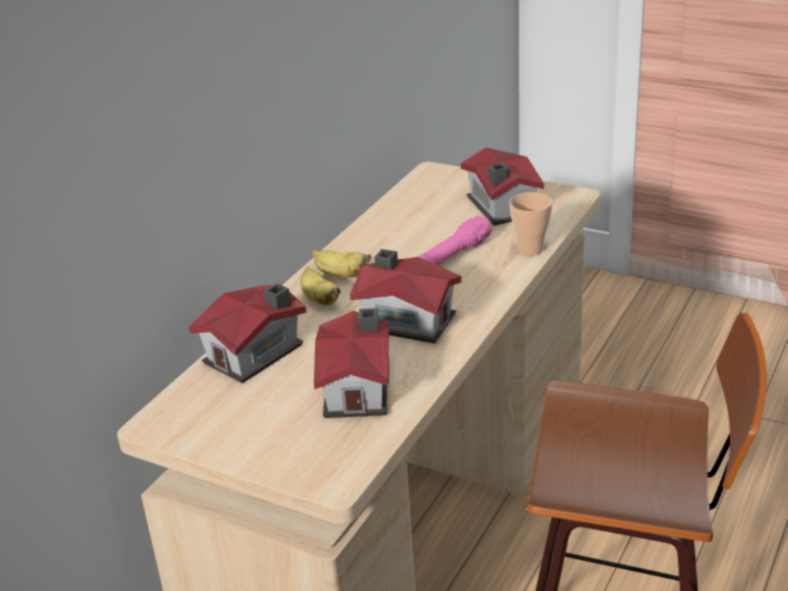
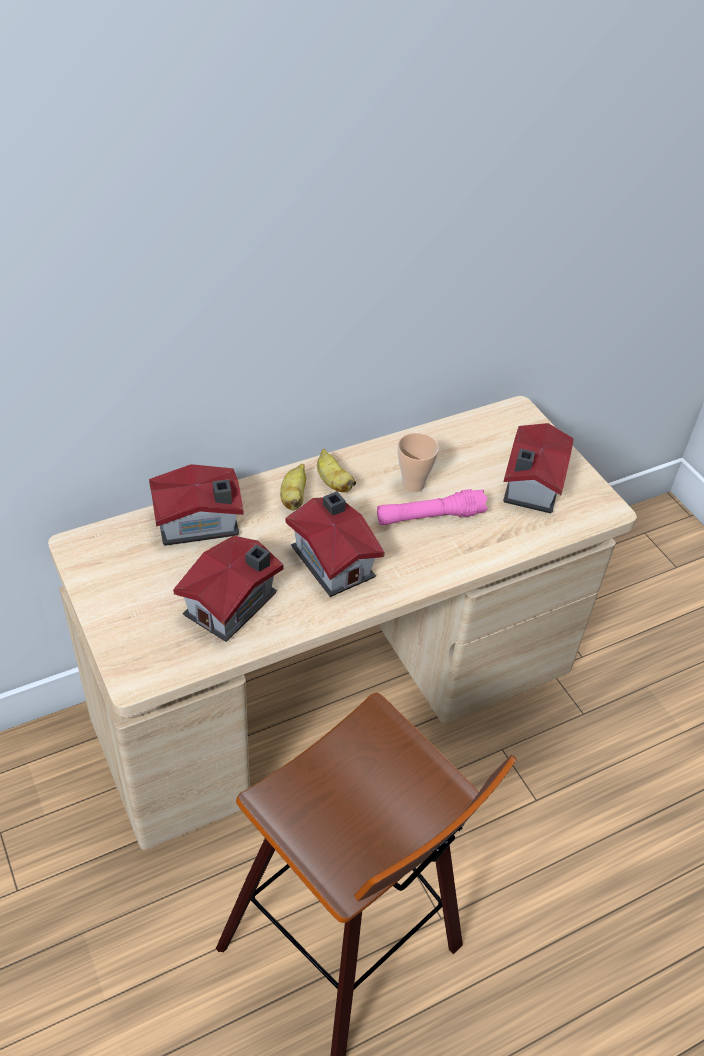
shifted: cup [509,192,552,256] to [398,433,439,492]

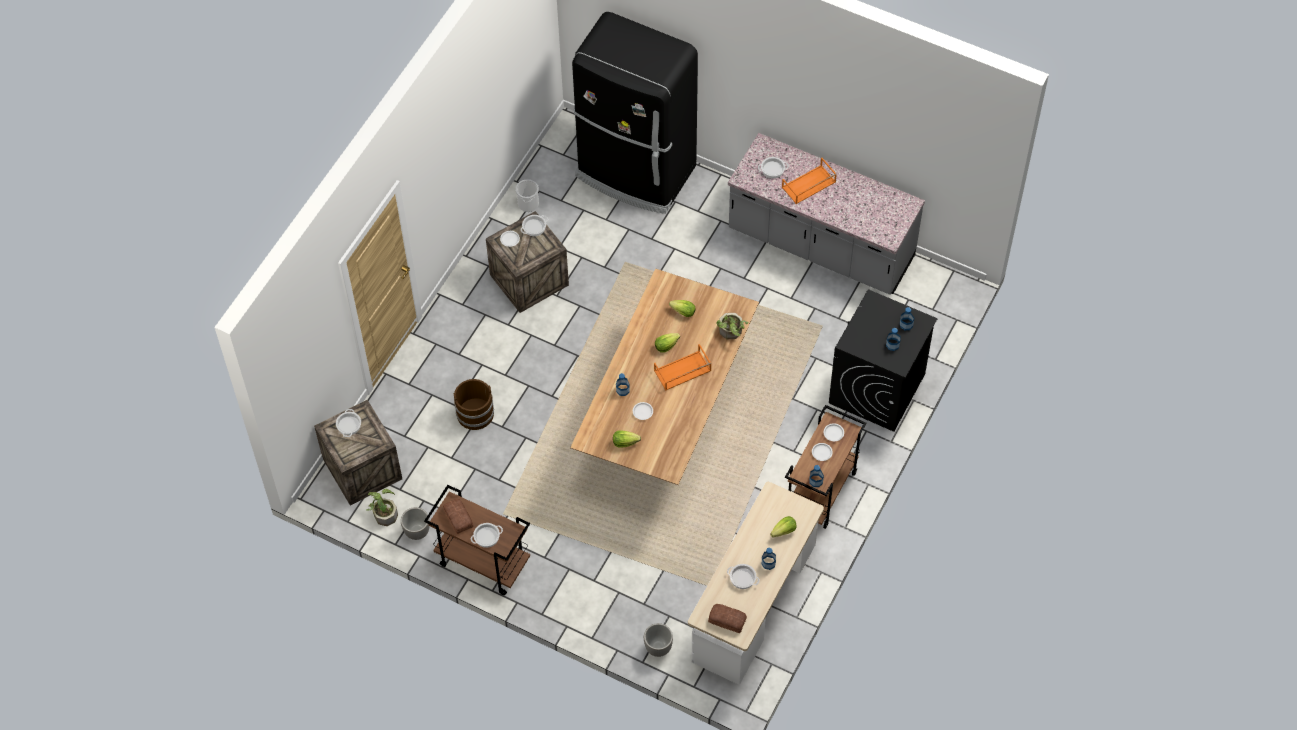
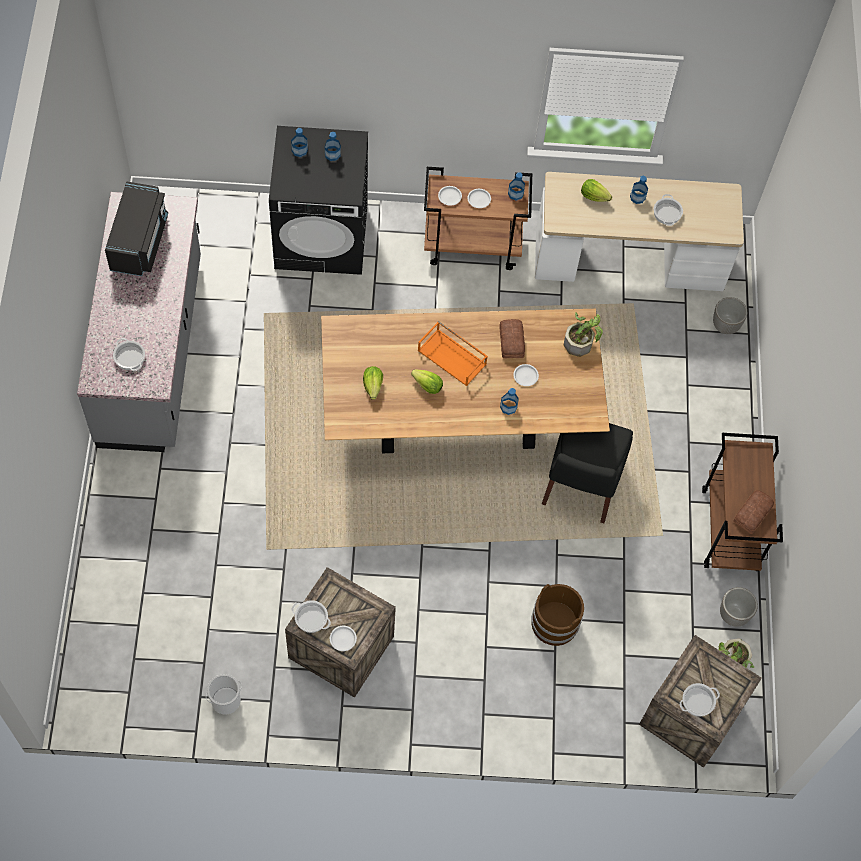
gone: cooking pot [471,523,503,548]; black fridge [572,12,698,214]; lettuce [613,430,641,448]; orange tray [782,158,837,204]
new: black microwave [105,181,168,276]; black chair [542,423,633,523]
shifted: bread [708,604,747,633] to [499,319,525,359]; potted plant [716,313,749,339] to [564,312,603,357]

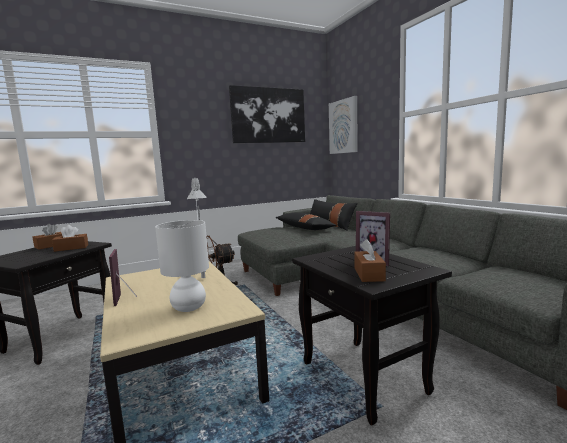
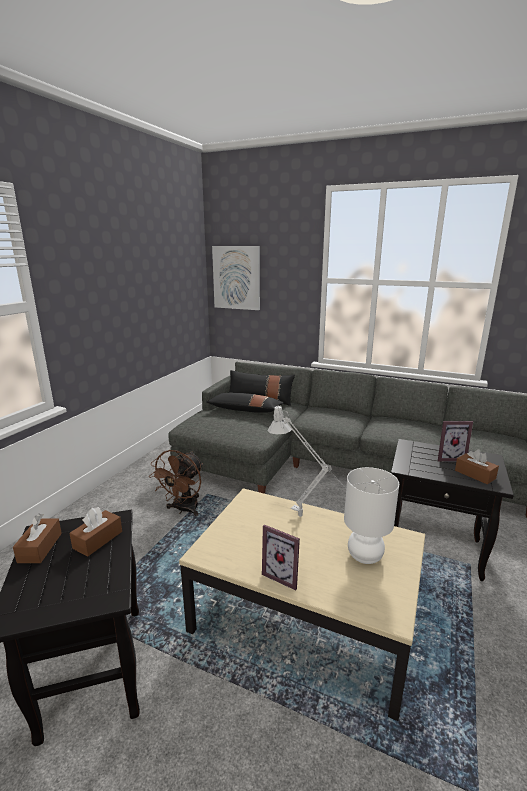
gone: picture [229,85,305,143]

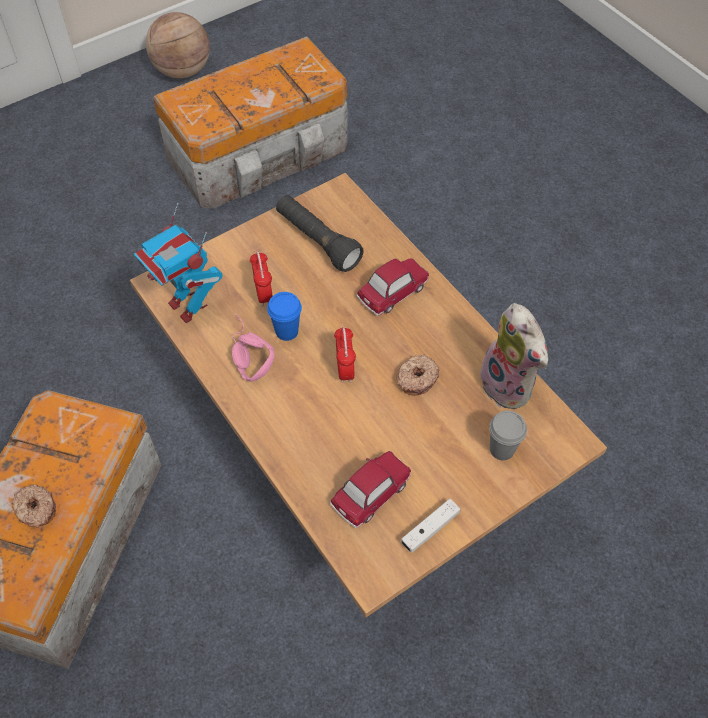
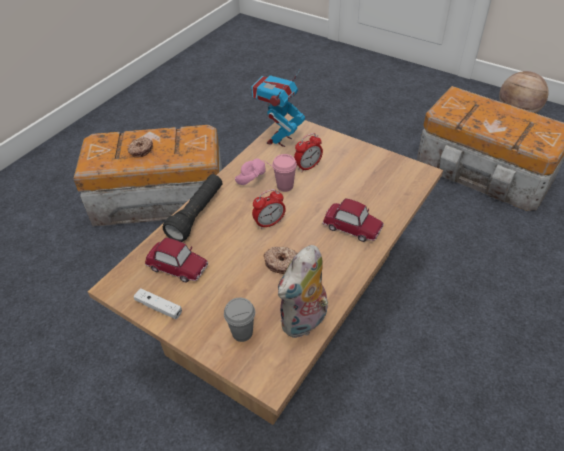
shifted: black flashlight [276,195,364,272] to [163,174,222,242]
repainted: blue cup [267,292,302,341] to pink cup [272,154,297,192]

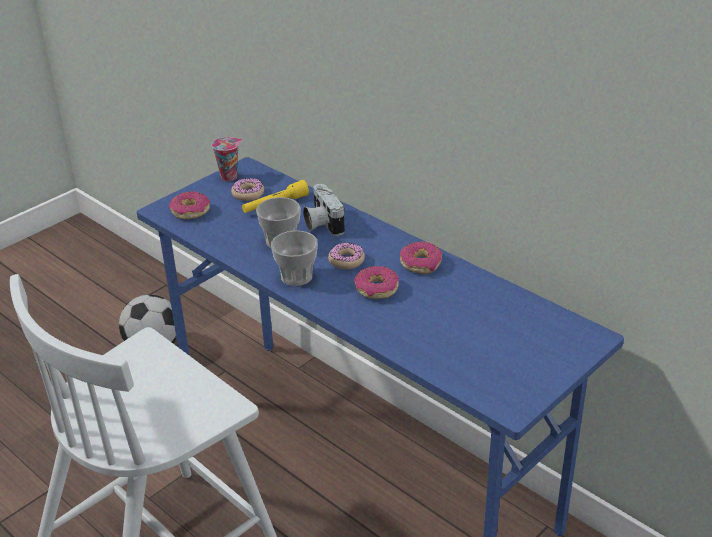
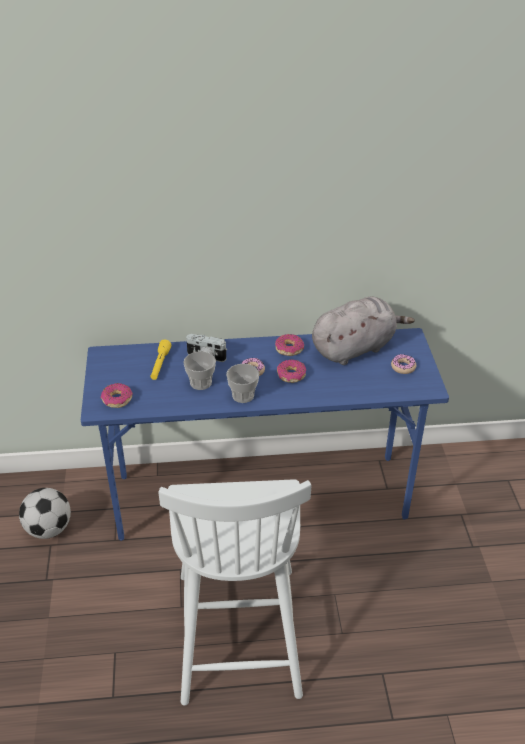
gone: cup [212,137,242,181]
new: grey plush toy [312,297,415,365]
shifted: donut [231,178,264,201] to [391,354,416,374]

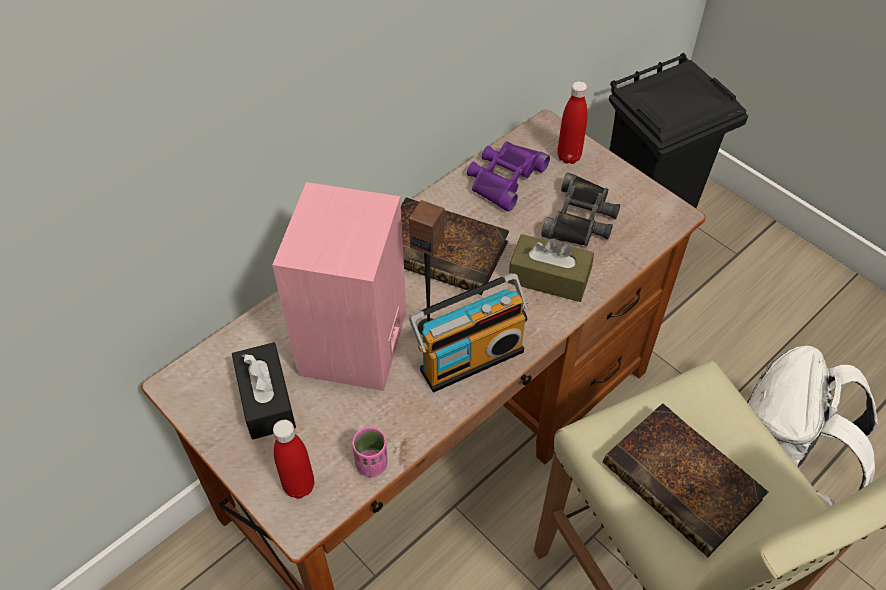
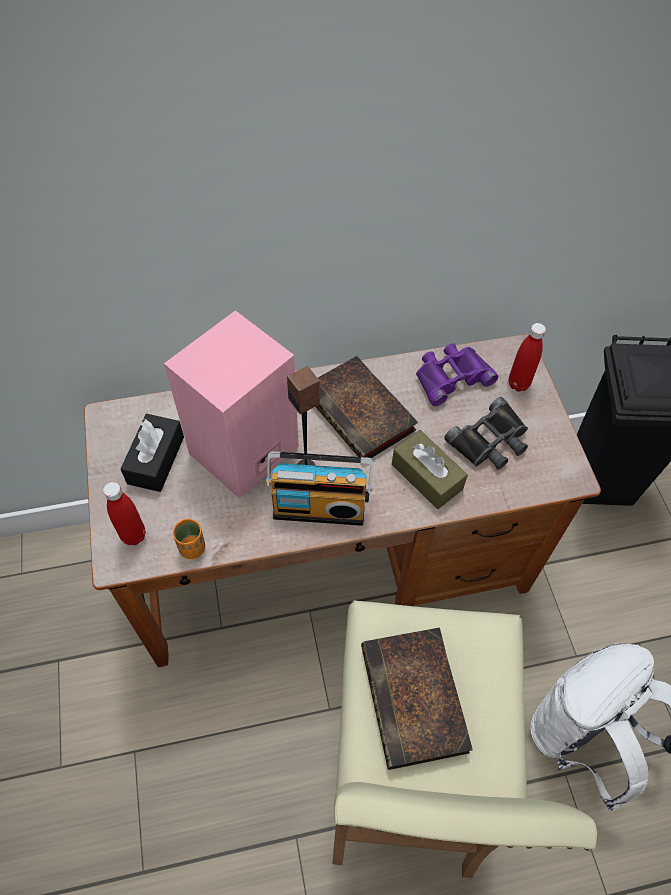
repainted: pink cup [352,427,388,477] to orange cup [173,519,205,559]

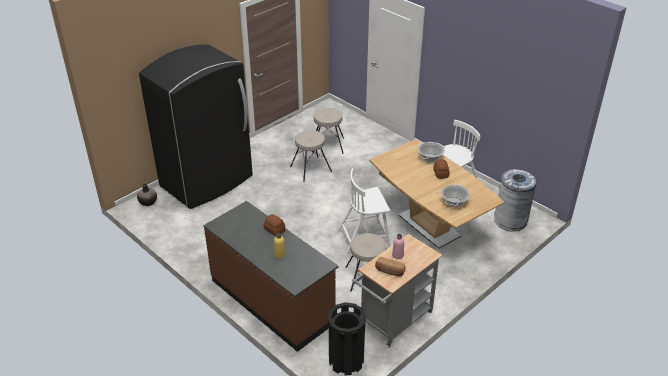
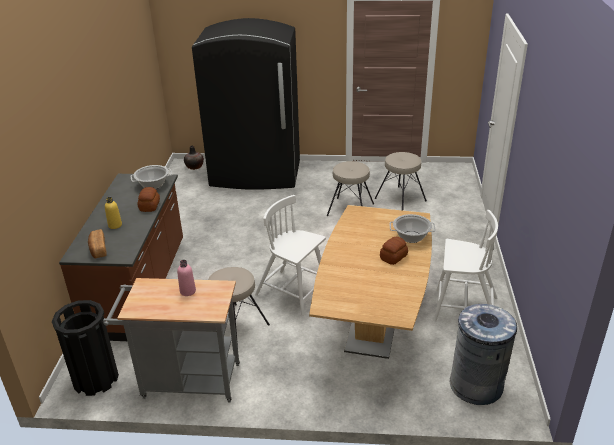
shifted: bread [375,257,405,276] to [88,229,107,258]; cooking pot [441,184,470,207] to [130,165,172,189]

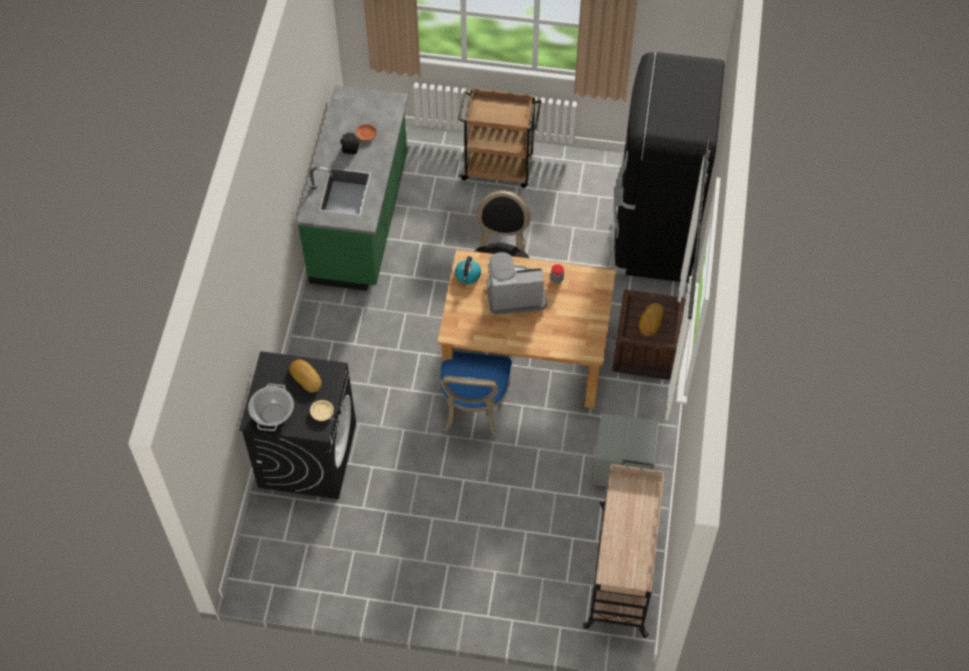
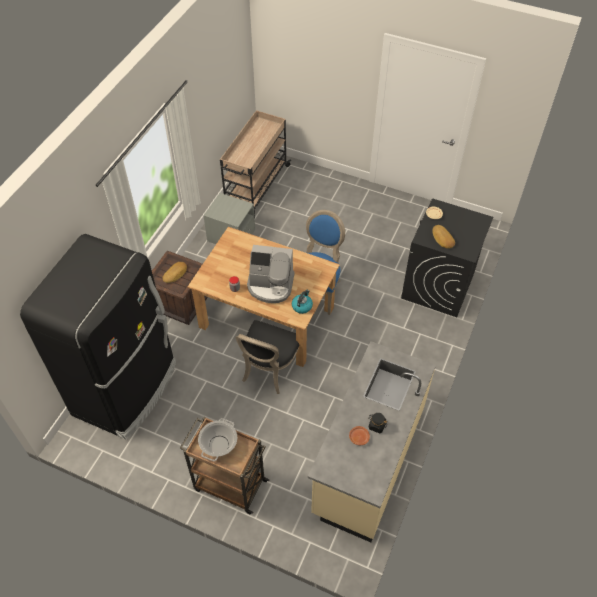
shifted: cooking pot [248,384,294,431] to [198,418,237,461]
repainted: green counter [297,85,408,291] to beige counter [308,341,436,542]

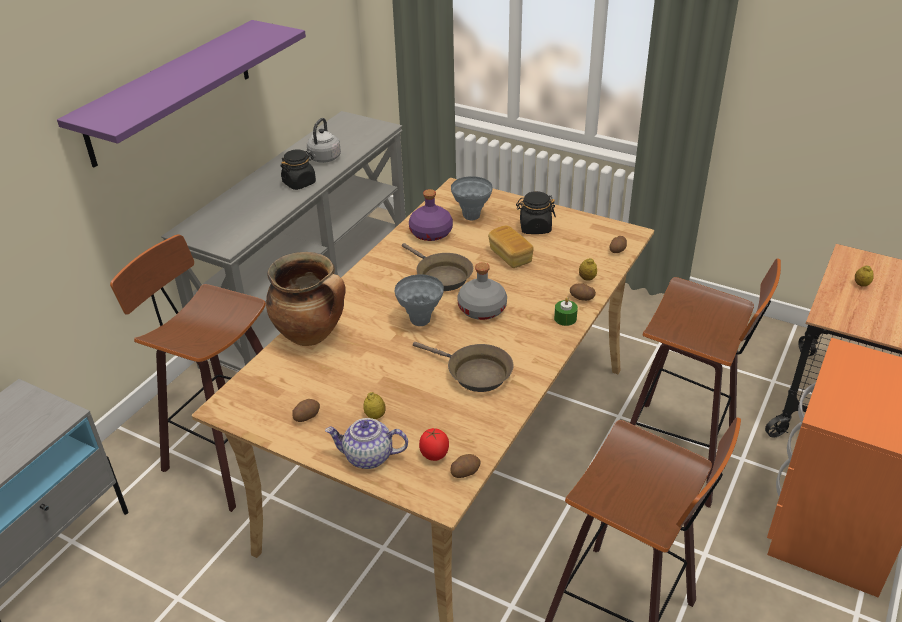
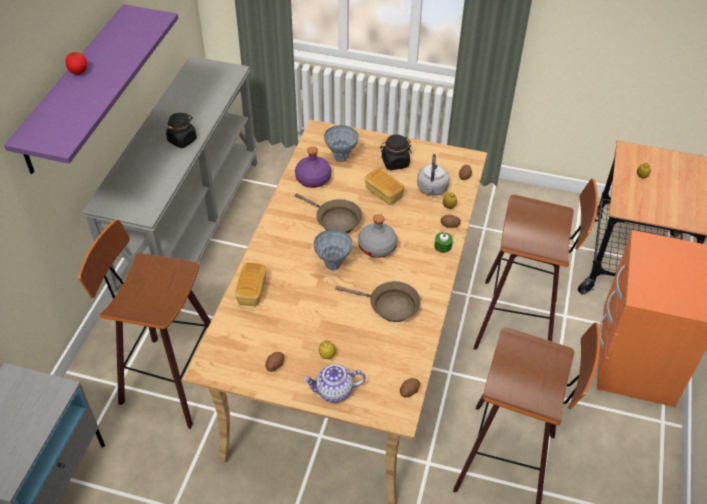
shifted: tomato [419,428,449,461] to [66,52,87,75]; grey kettle [307,118,341,163] to [417,154,450,196]
swapped: cooking pot [266,252,346,346] to bread [235,263,266,306]

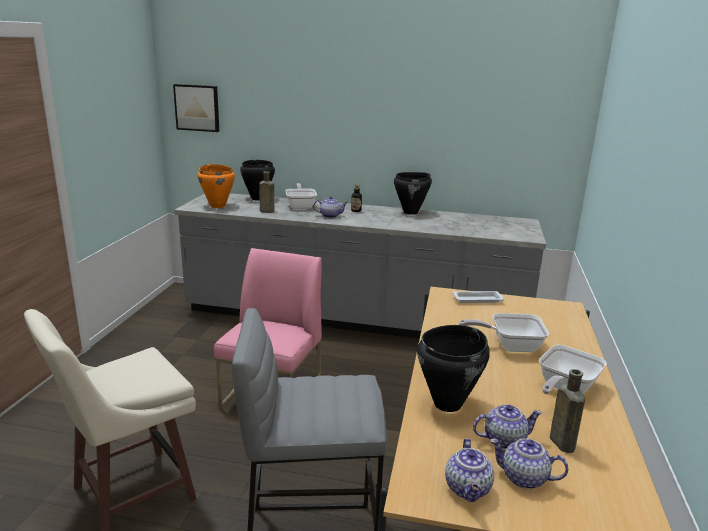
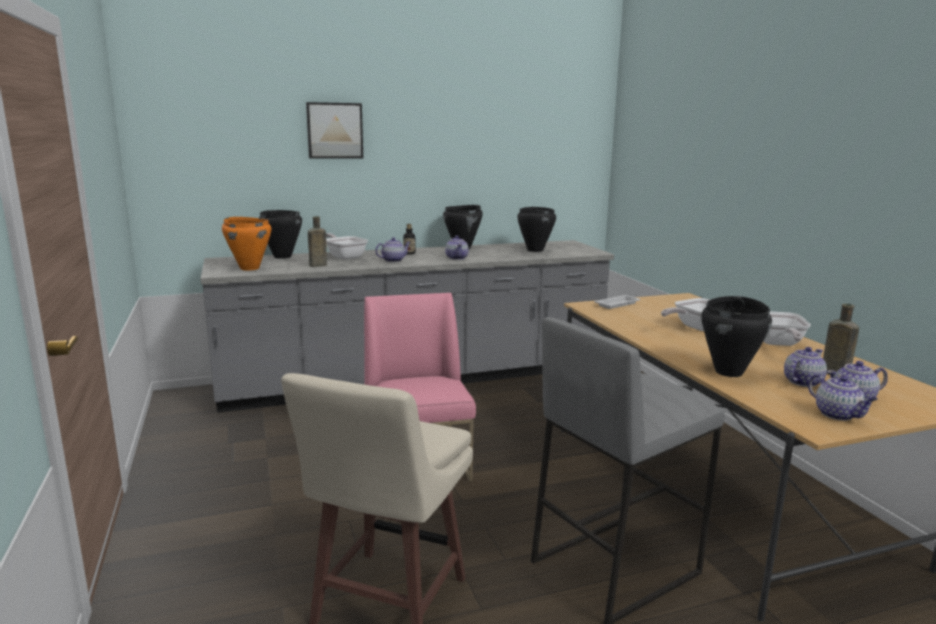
new: teapot [445,236,469,260]; black cooking pot [517,207,556,252]
shifted: picture [173,84,219,132] to [306,102,363,159]

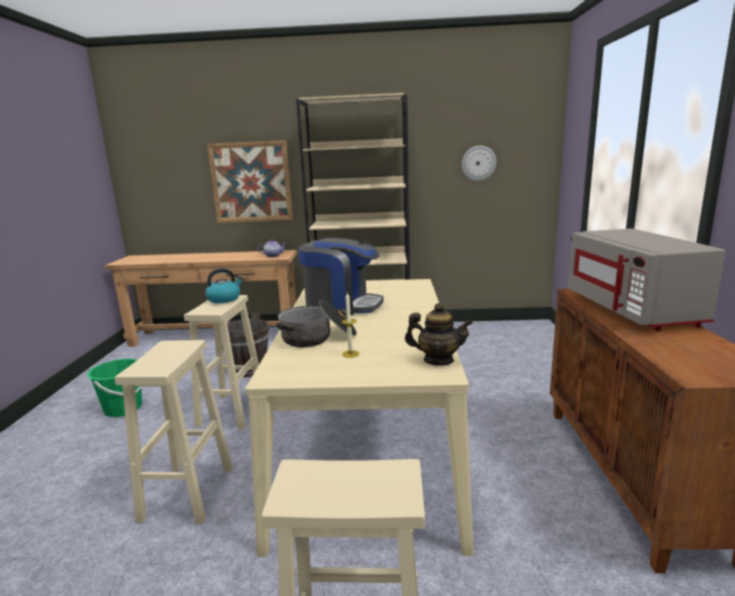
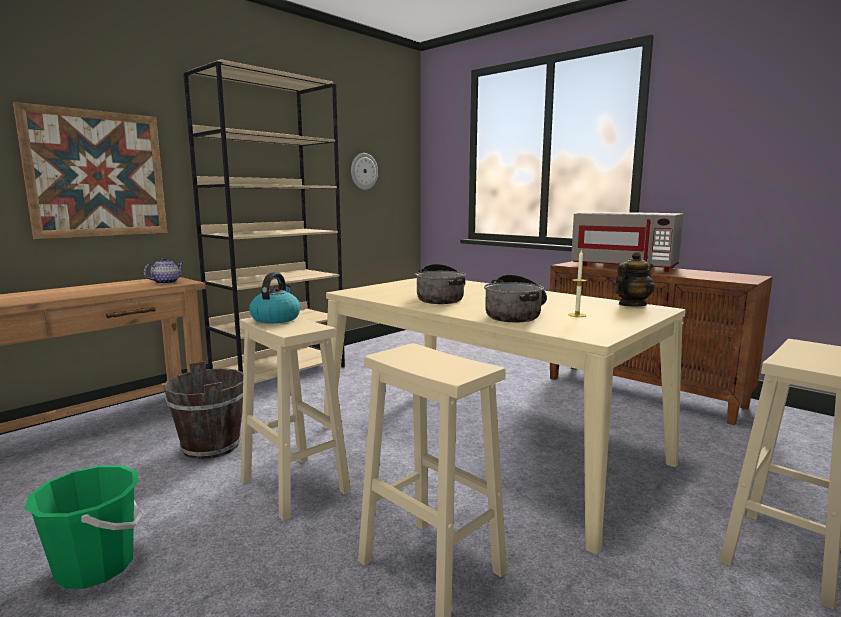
swapped: coffee machine [298,238,384,317] to cooking pot [415,264,466,304]

